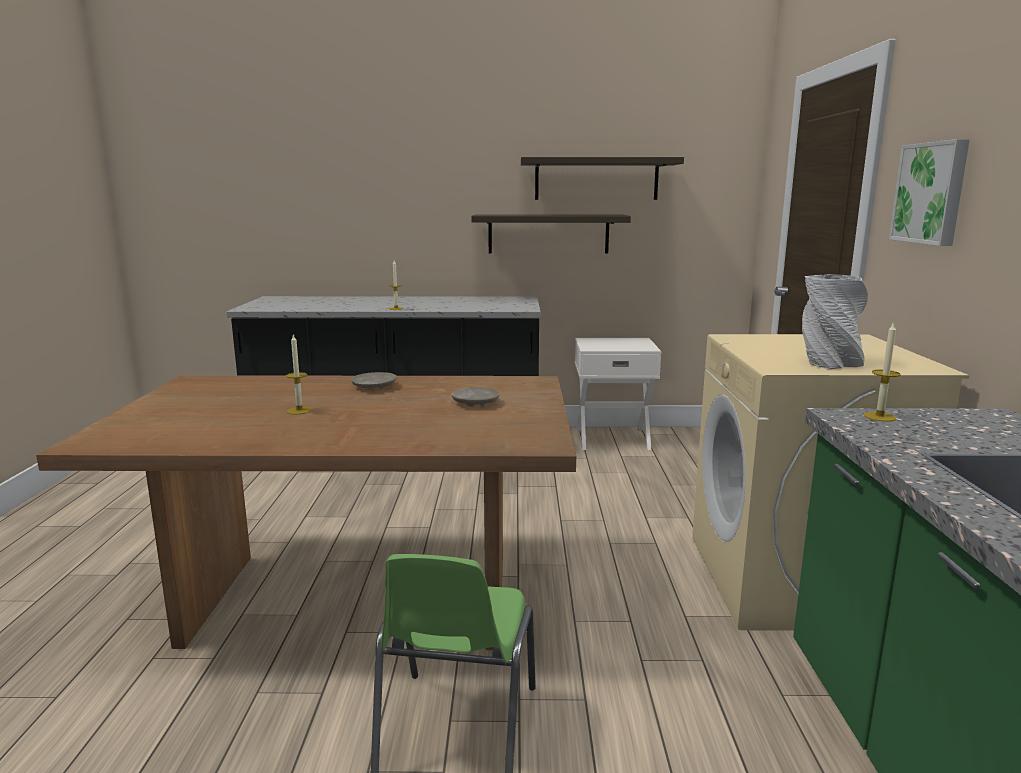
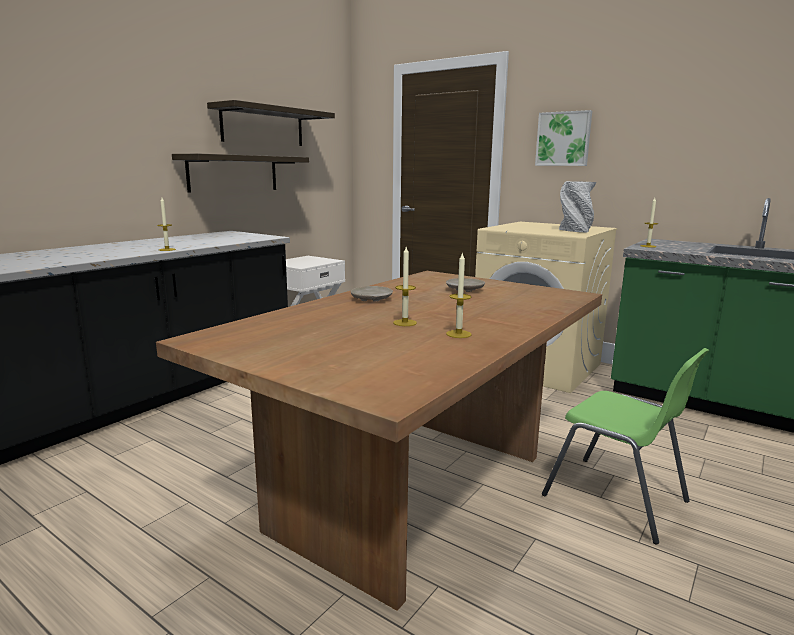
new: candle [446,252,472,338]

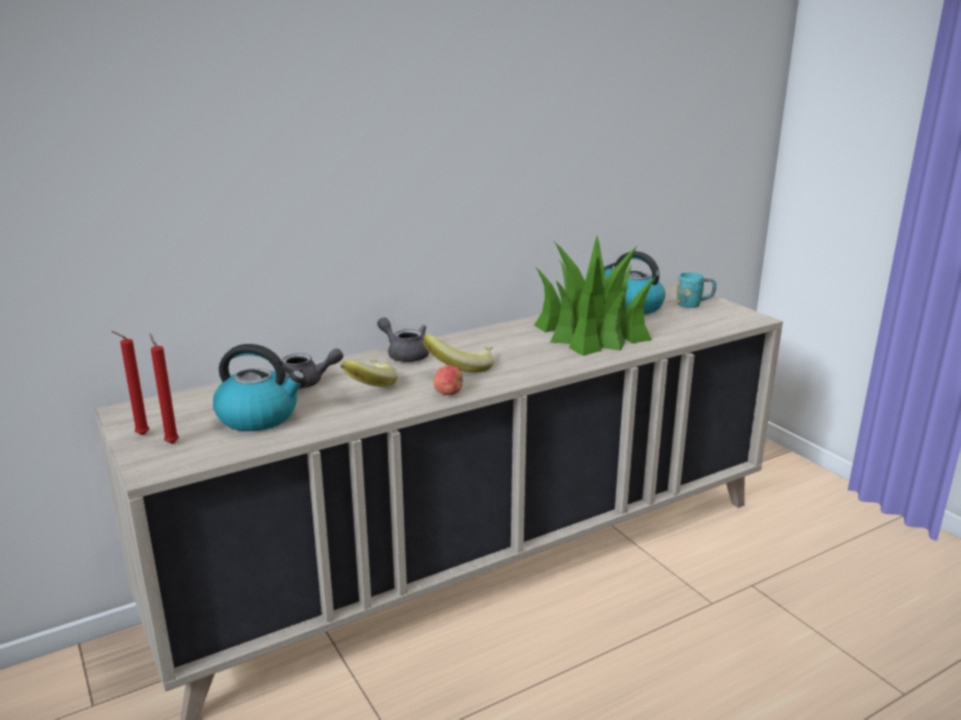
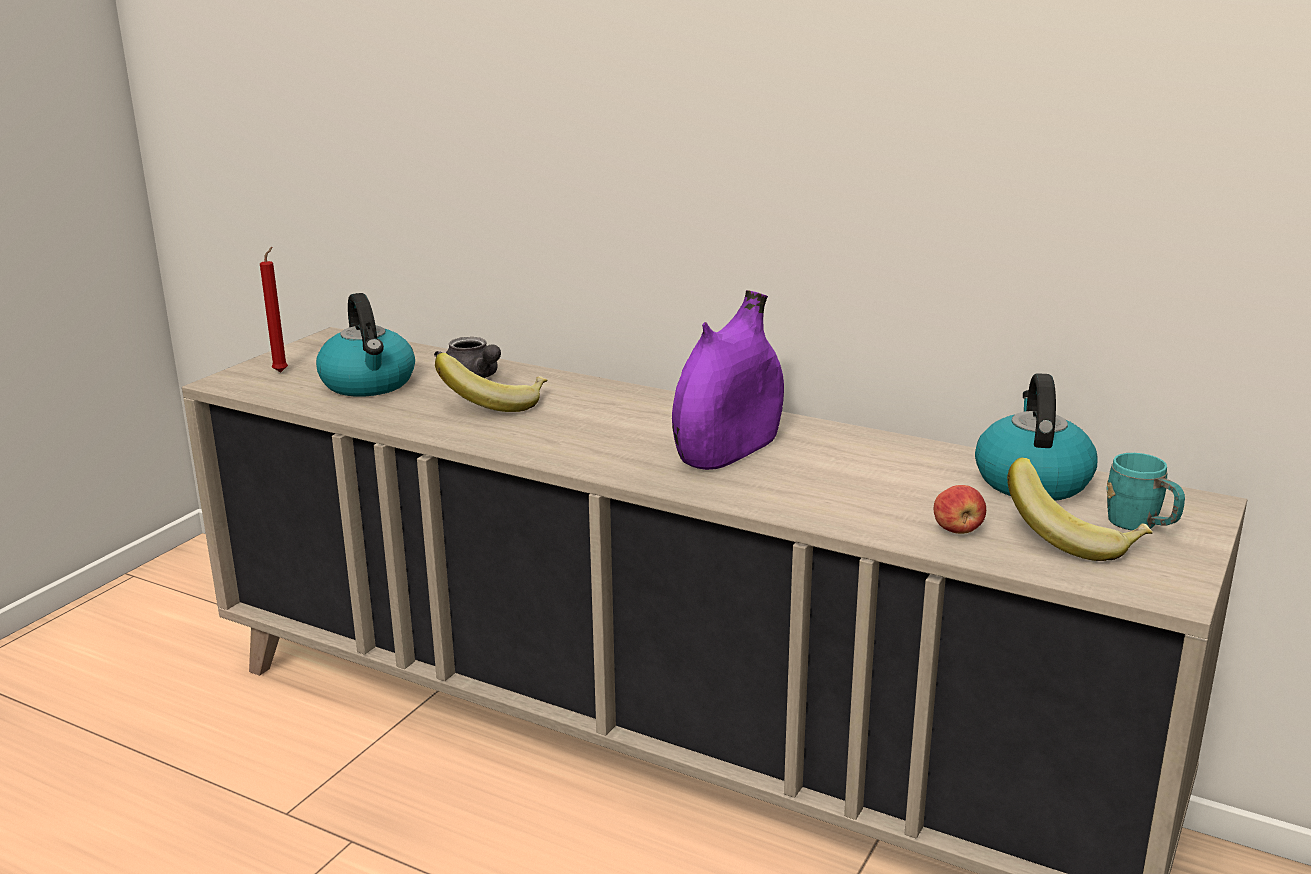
gone: red candle [111,331,149,435]; grey teapot [377,317,429,362]; potted plant [534,236,655,356]
new: purple vase [672,290,784,470]
shifted: apple [433,365,463,395] to [934,485,986,534]; banana [423,334,494,373] to [1007,458,1153,561]

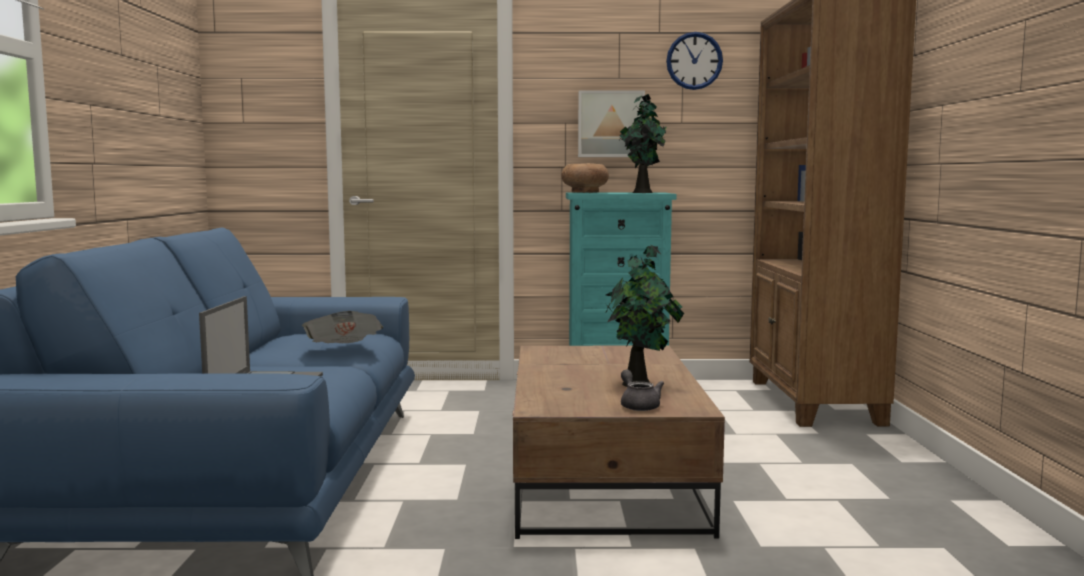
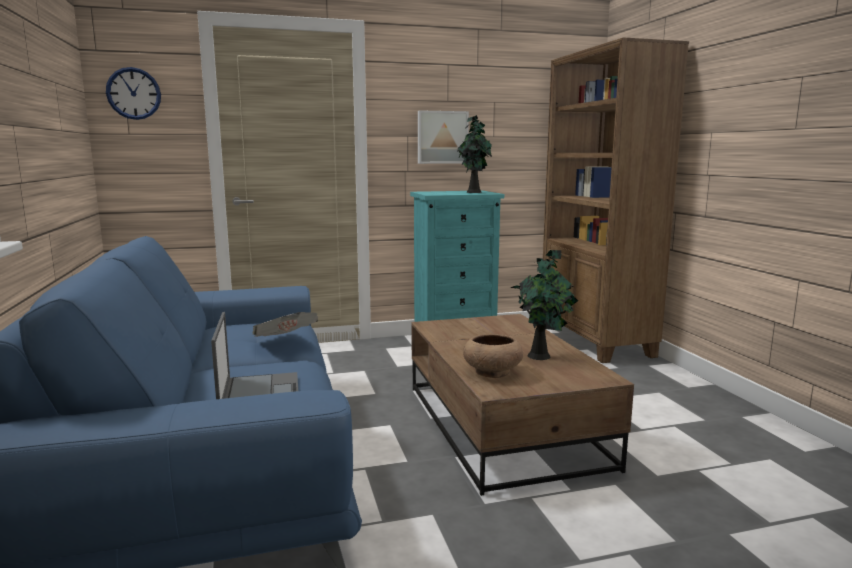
gone: grey teapot [621,370,664,411]
shifted: wall clock [666,32,723,90] to [106,67,161,120]; brown bowl [561,163,609,193] to [463,334,523,378]

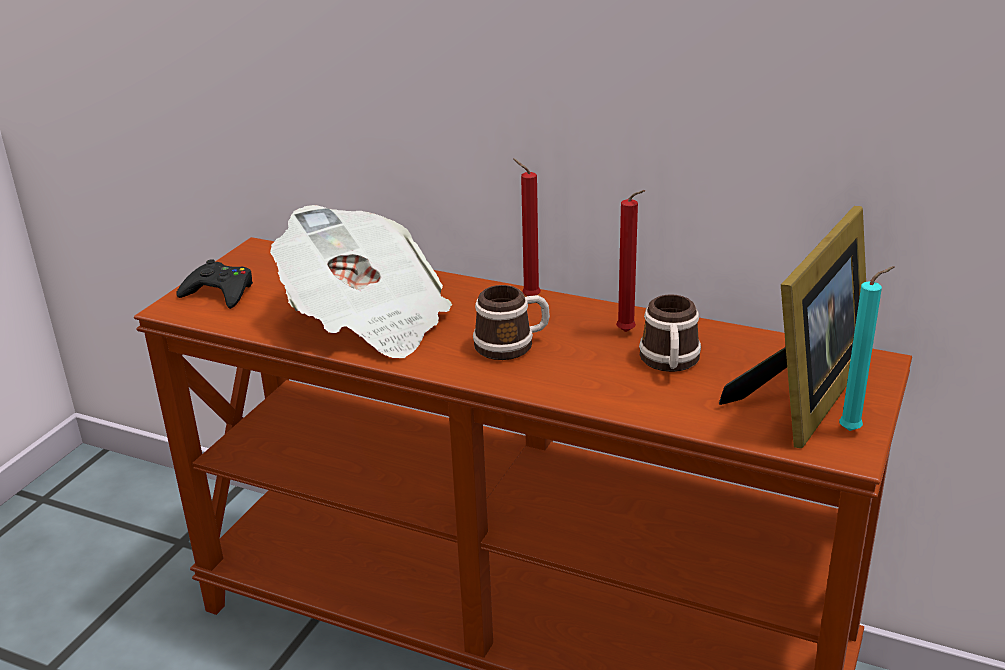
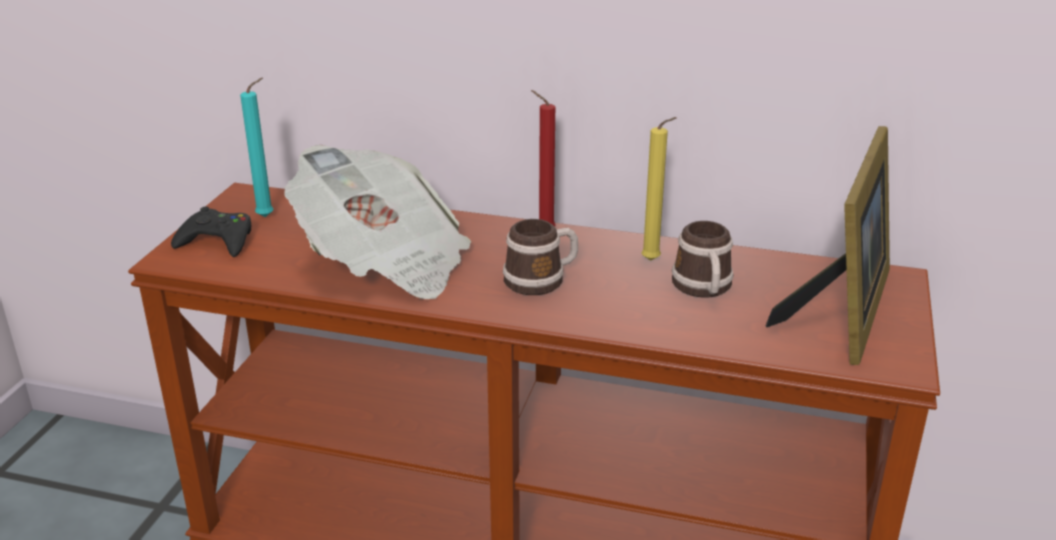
shifted: turquoise candle [839,266,894,431] to [240,78,274,217]
repainted: red candle [616,190,645,332] to yellow candle [641,117,677,261]

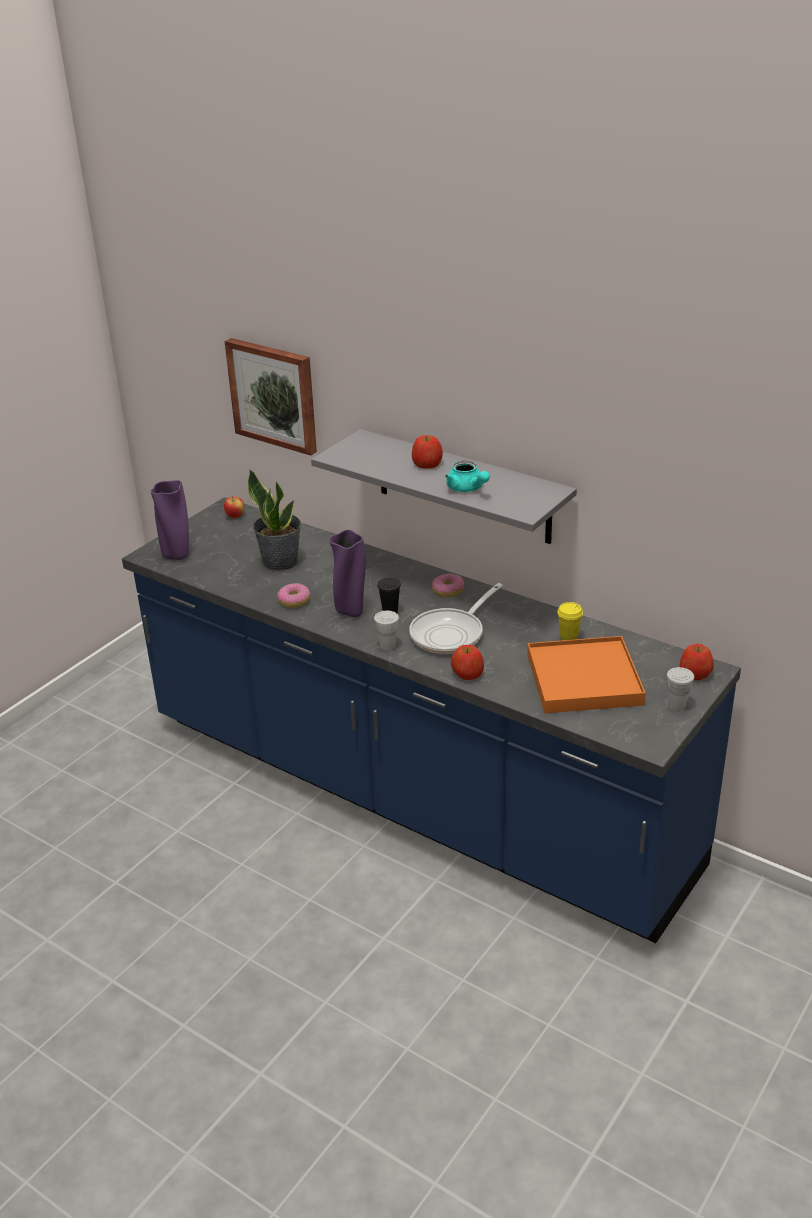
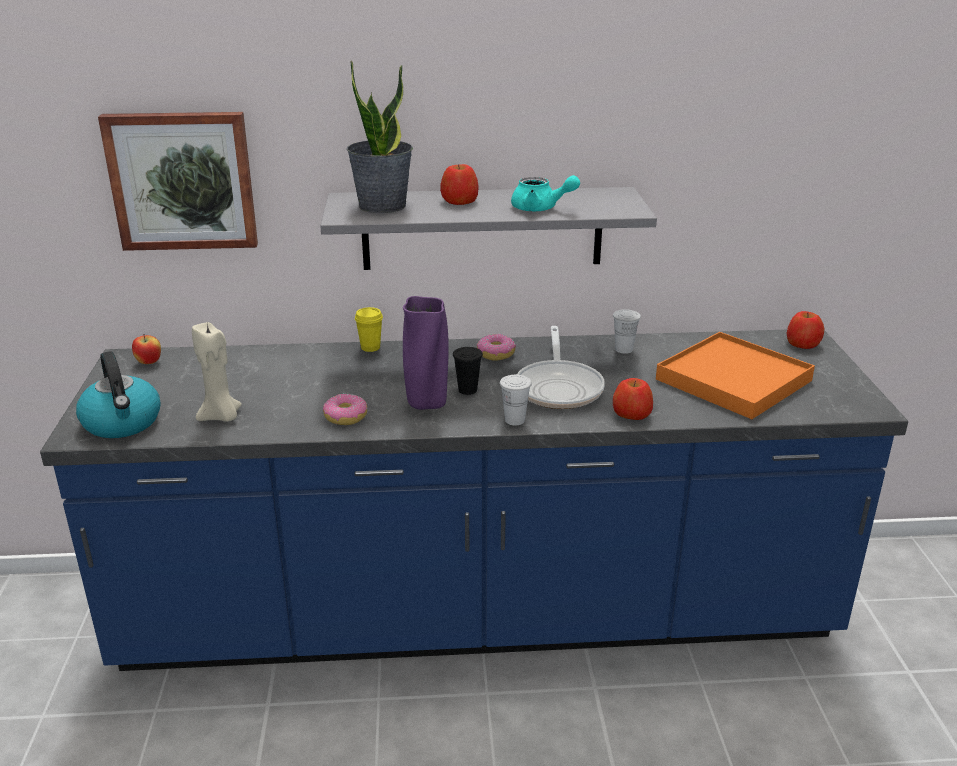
new: beige candle [192,322,242,422]
shifted: potted plant [247,469,301,571] to [346,60,413,213]; yellow cup [557,602,583,640] to [355,307,383,352]; white cup [667,667,694,710] to [613,309,641,354]
swapped: purple vase [150,480,189,560] to kettle [76,351,161,438]

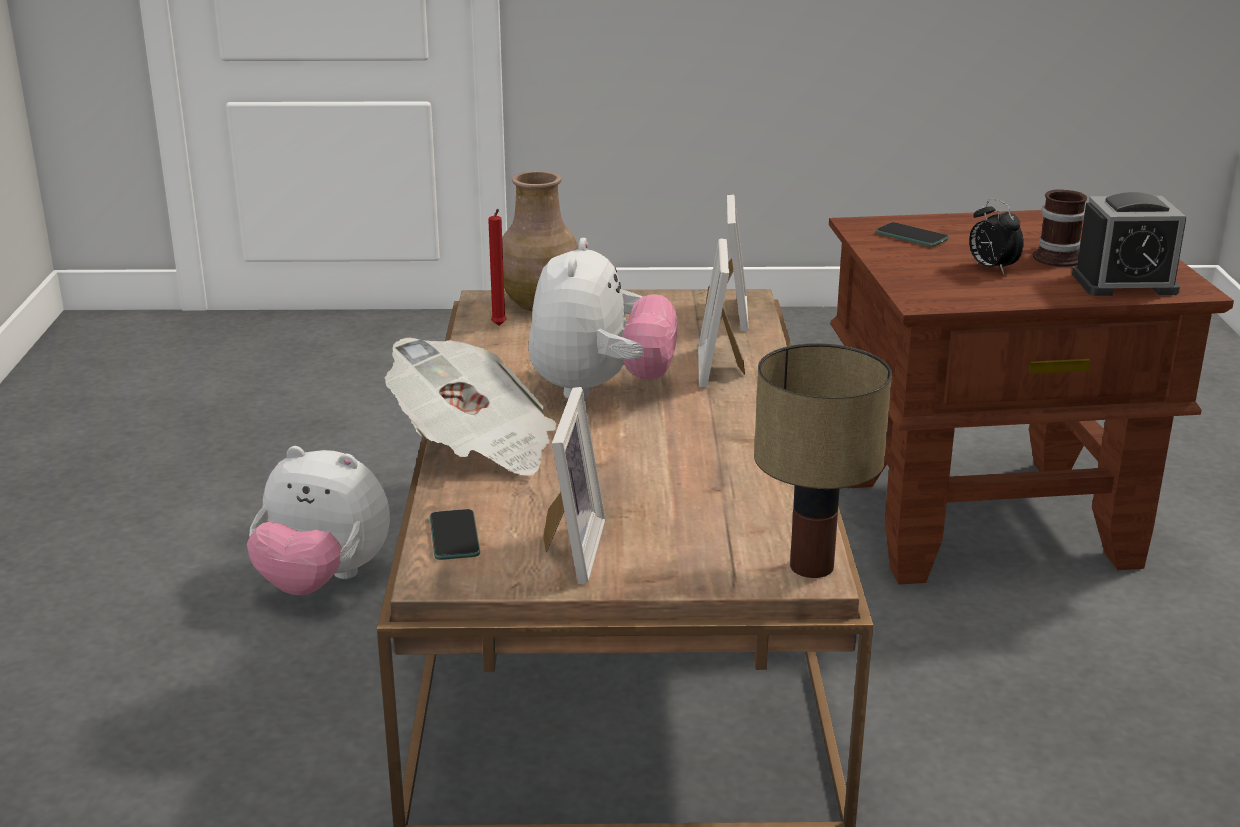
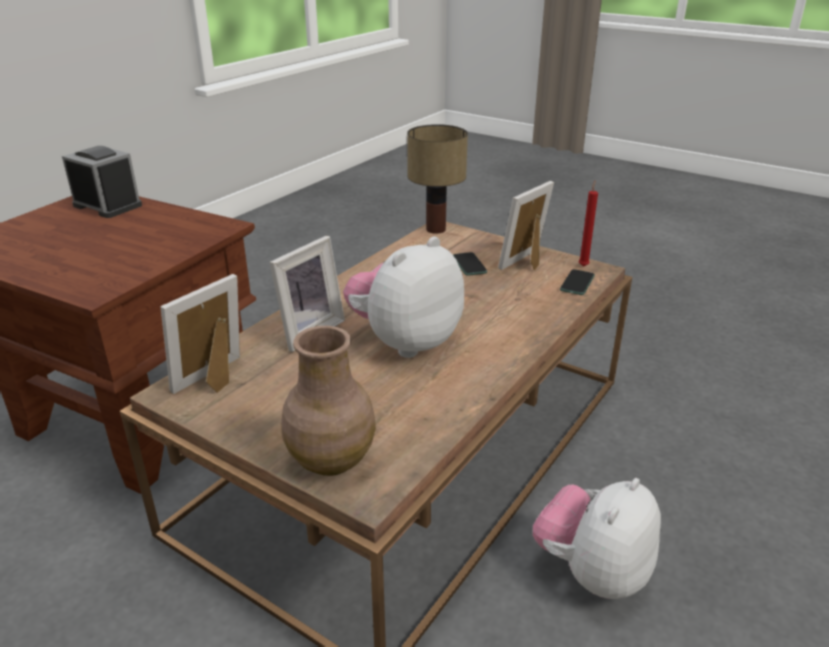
gone: newspaper [385,337,557,476]; alarm clock [969,199,1024,274]; mug [1033,189,1087,267]
shifted: phone [876,222,949,247] to [453,252,487,276]; red candle [488,209,507,326] to [579,181,598,267]
rotated: plush toy [247,446,390,595] = [533,478,661,599] 105 degrees counterclockwise

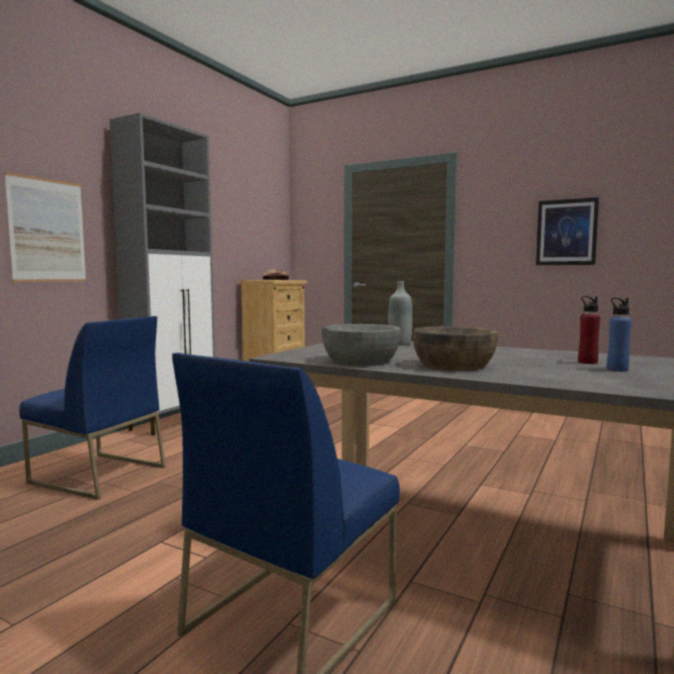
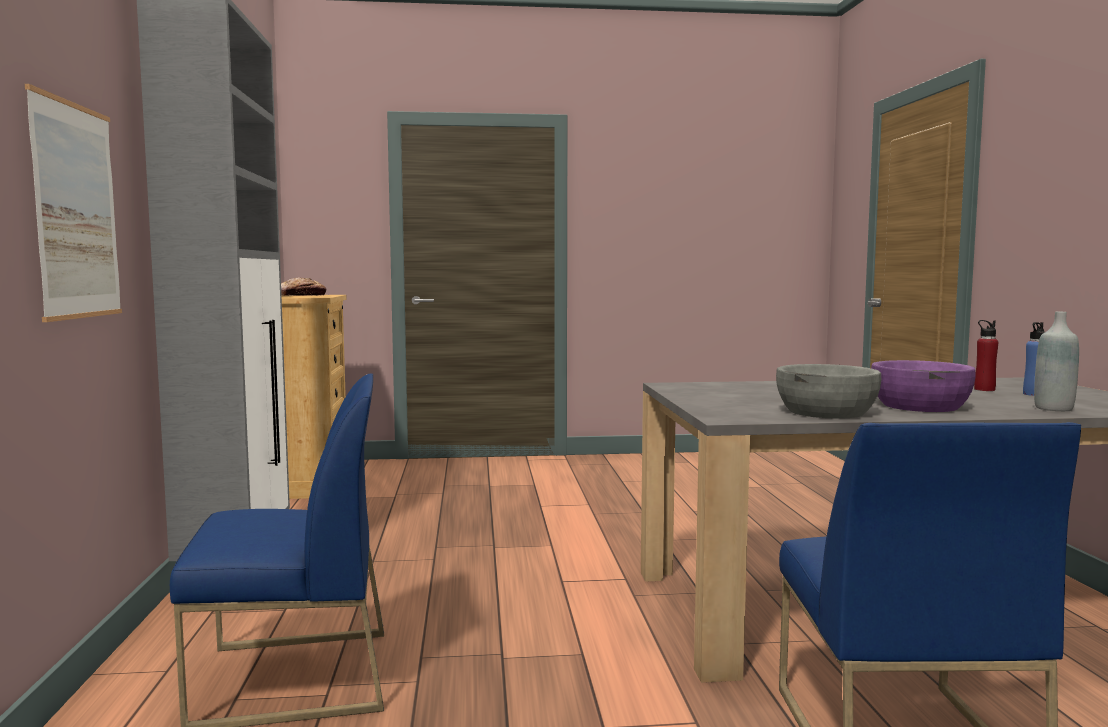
gone: picture [536,197,599,265]
shifted: grey bottle [388,281,412,346] to [1034,312,1079,411]
repainted: brown bowl [413,326,498,371] to purple bowl [871,360,976,412]

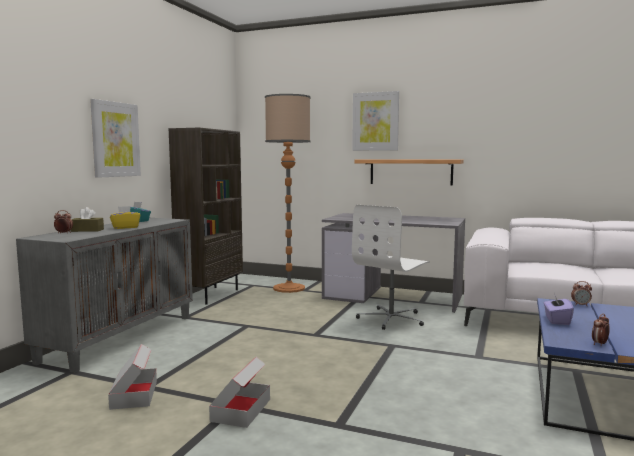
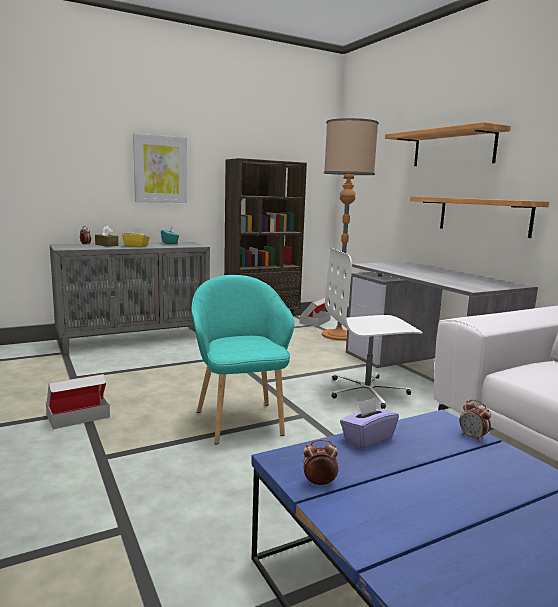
new: turquoise armchair [191,275,294,445]
shifted: cardboard box [108,344,157,410] to [300,297,331,327]
swapped: picture [352,91,399,151] to shelf [385,122,511,166]

